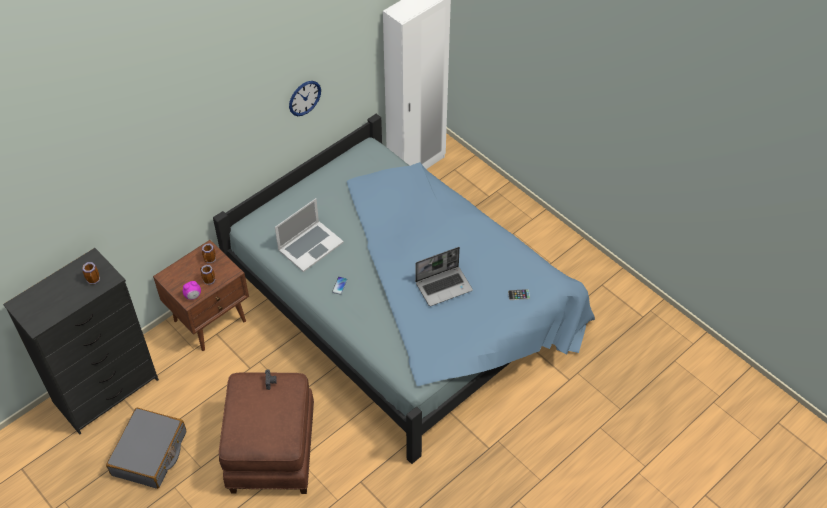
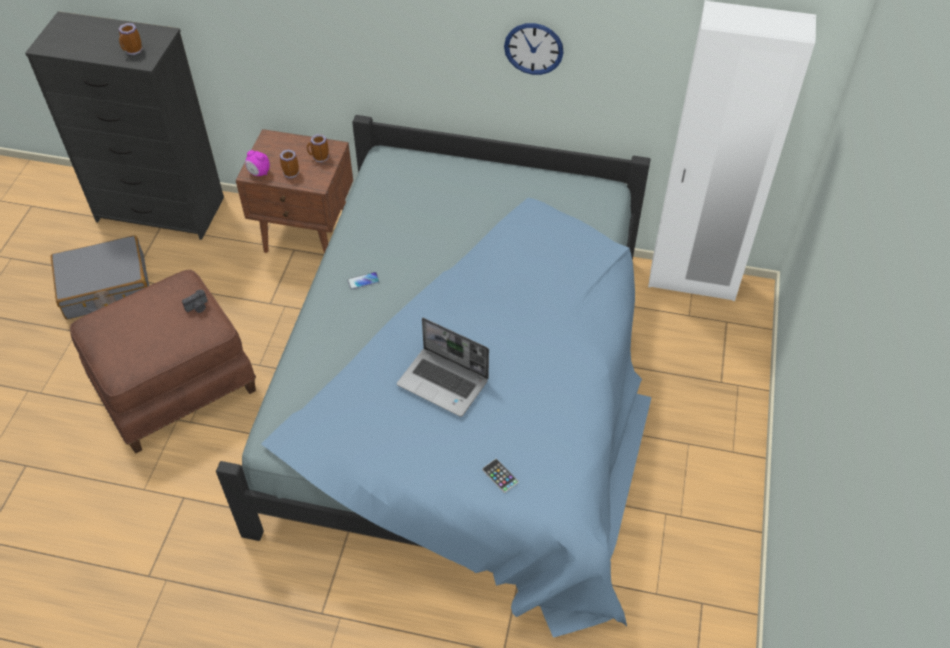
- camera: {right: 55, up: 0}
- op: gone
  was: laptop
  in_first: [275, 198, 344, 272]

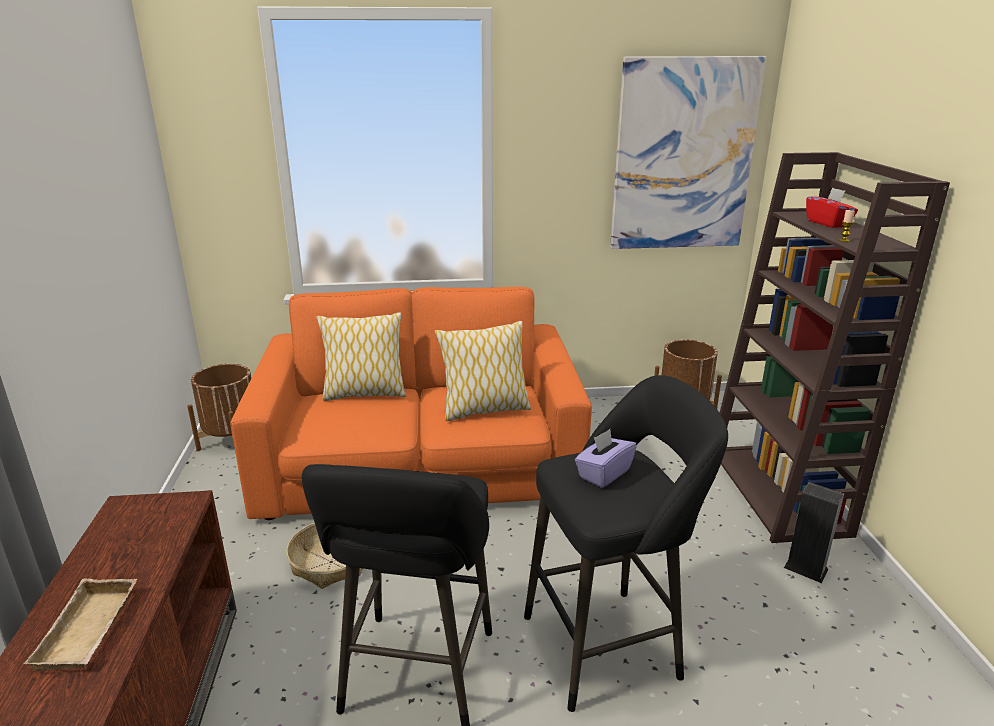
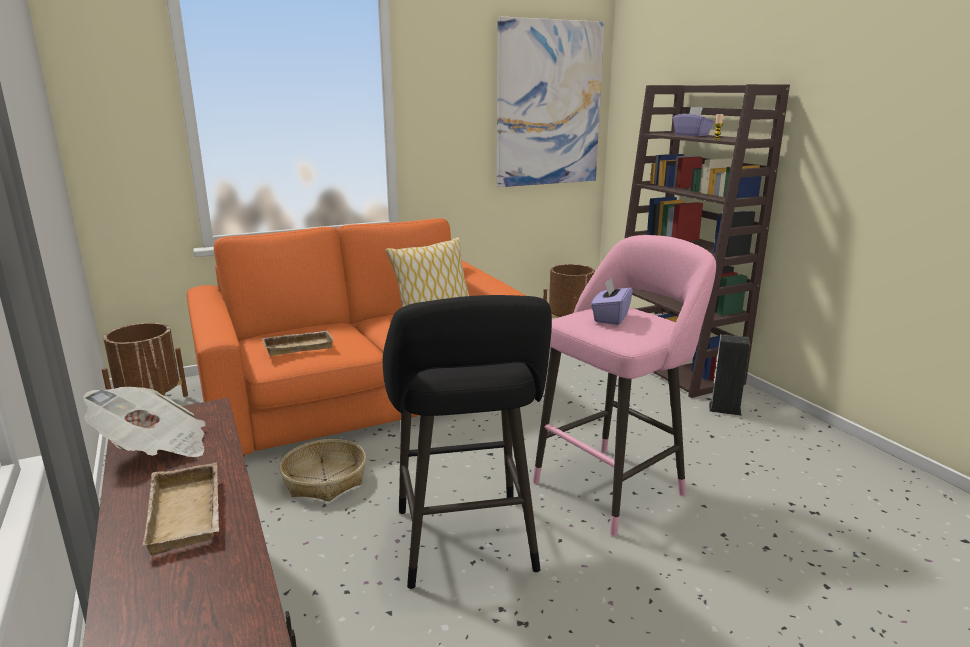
- camera: {right: -20, up: -5}
- op: gone
  was: cushion
  in_first: [316, 312, 406, 401]
- op: repainted
  was: sitting stool/blackish
  now: sitting stool/pink
  in_first: [524, 375, 728, 712]
  in_second: [533, 235, 716, 536]
- op: repainted
  was: box of tissues/reddish
  now: box of tissues/purple-coloured
  in_first: [806, 187, 858, 228]
  in_second: [673, 107, 714, 136]
- op: new
  now: daily paper
  in_second: [83, 387, 206, 457]
- op: new
  now: tray/beige
  in_second: [262, 331, 334, 356]

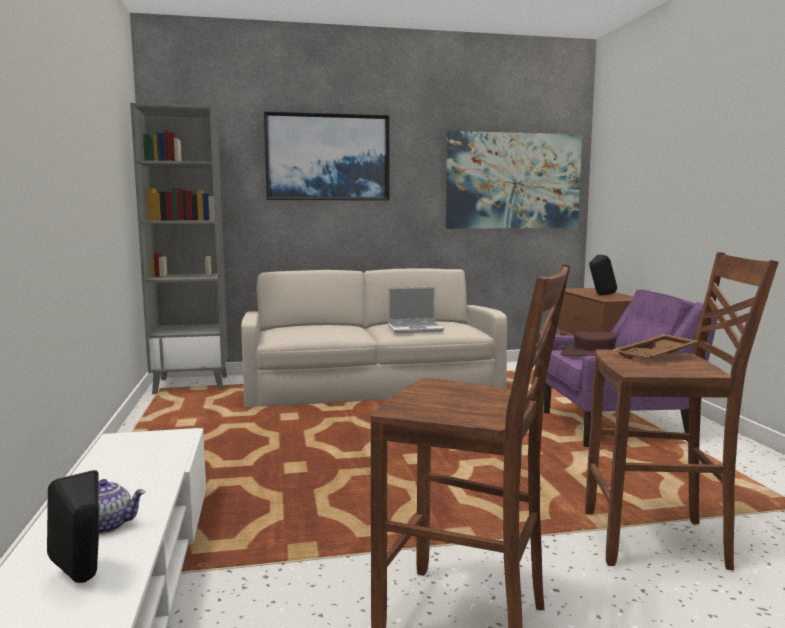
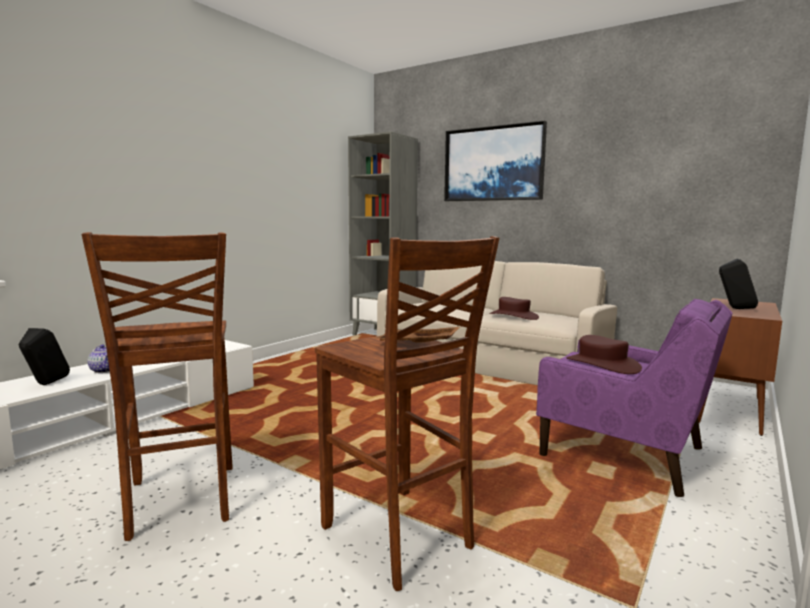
- camera: {right: 45, up: 0}
- op: swapped
  was: laptop
  now: clothing hat/brown
  in_first: [388, 287, 444, 333]
  in_second: [489, 297, 539, 320]
- op: gone
  was: wall art
  in_first: [446, 131, 582, 229]

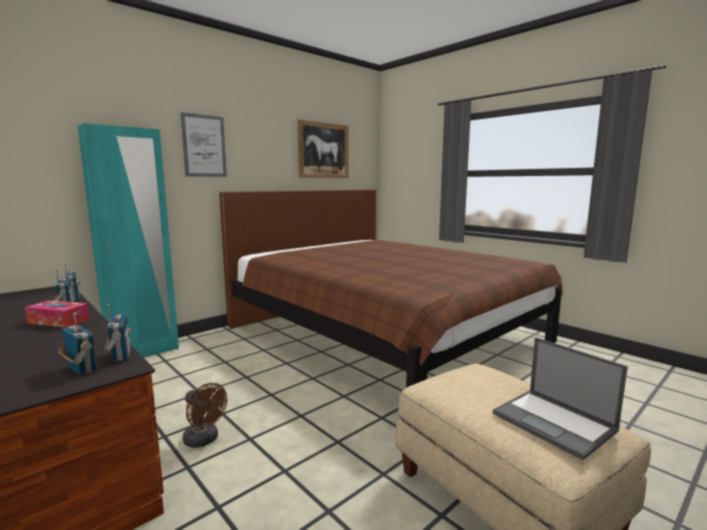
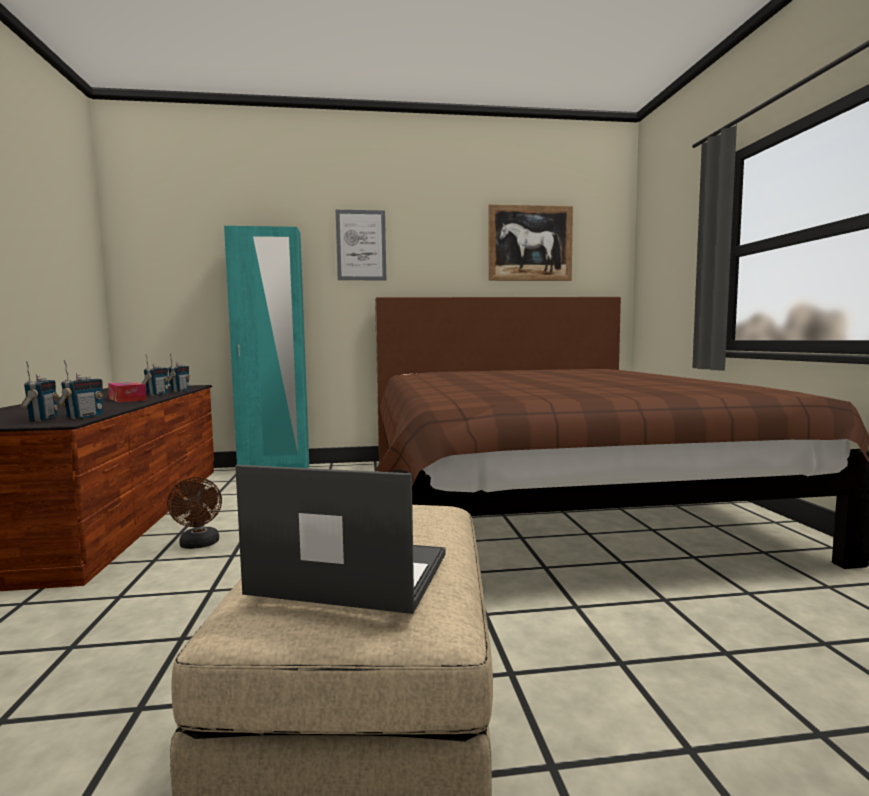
- camera: {right: 35, up: -5}
- op: rotated
  was: laptop
  in_first: [493, 337, 628, 460]
  in_second: [235, 465, 445, 614]
  clockwise: 105

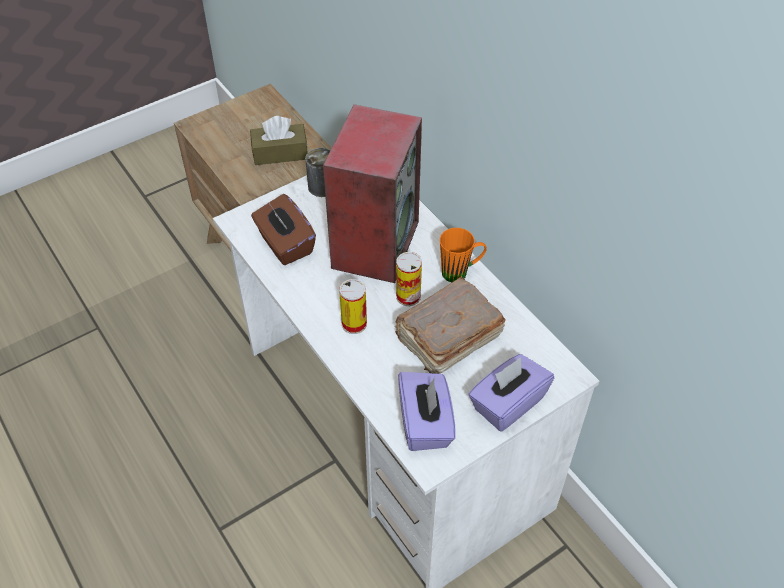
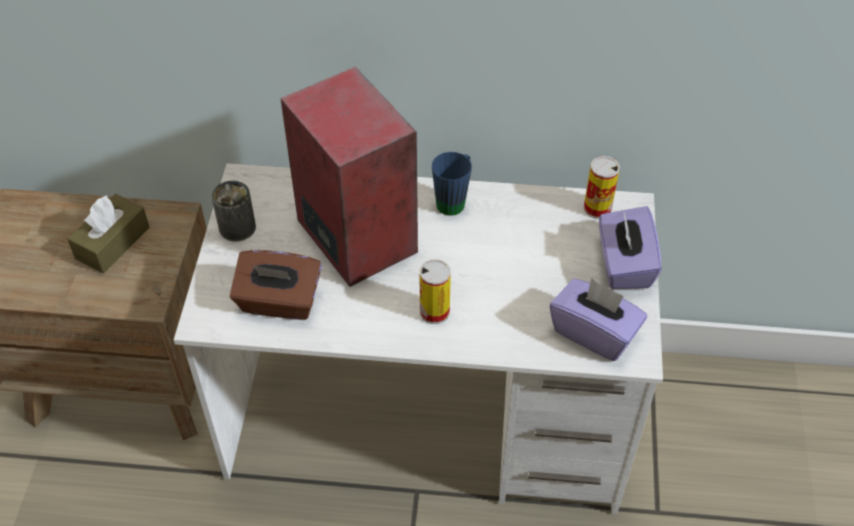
- camera: {right: -50, up: 0}
- op: gone
  was: book/brown
  in_first: [394, 277, 505, 374]
- op: shifted
  was: metal can
  in_first: [396, 252, 422, 306]
  in_second: [584, 156, 620, 219]
- op: repainted
  was: tea mug/orange-coloured
  now: tea mug/blue
  in_first: [440, 228, 487, 282]
  in_second: [432, 152, 472, 216]

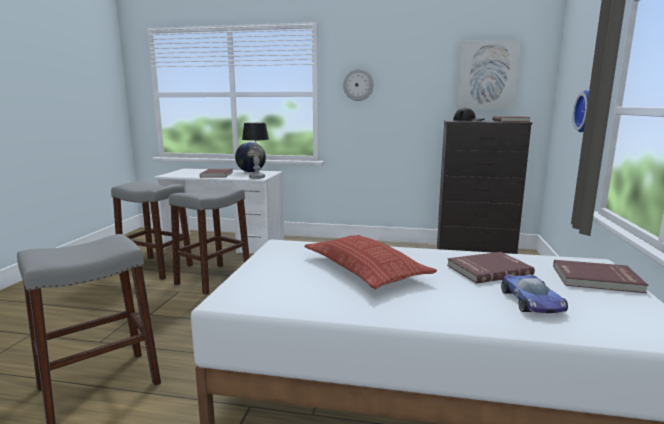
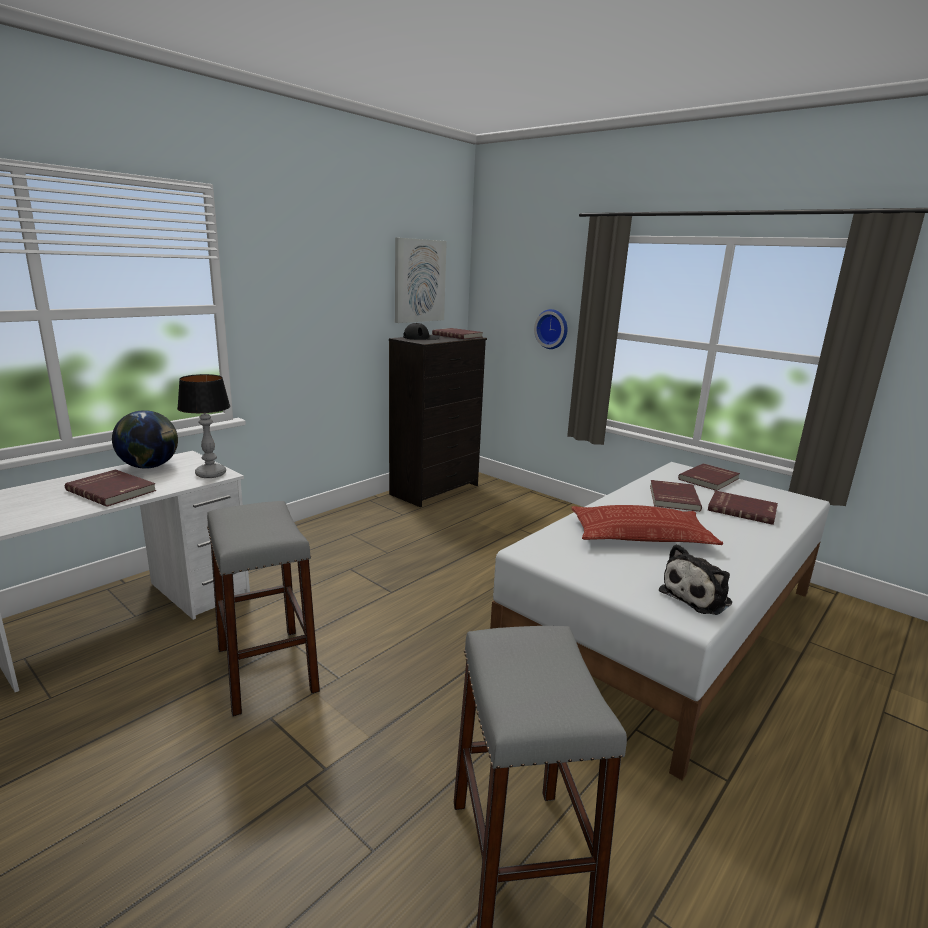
- camera: {right: -60, up: 5}
- op: gone
  was: sitting stool/greyish
  in_first: [111, 181, 193, 280]
- op: gone
  was: wall clock
  in_first: [343, 69, 374, 101]
- op: swapped
  was: model car
  now: book/reddish
  in_first: [501, 274, 568, 313]
  in_second: [708, 491, 778, 525]
- op: new
  now: soft toy
  in_second: [659, 544, 732, 615]

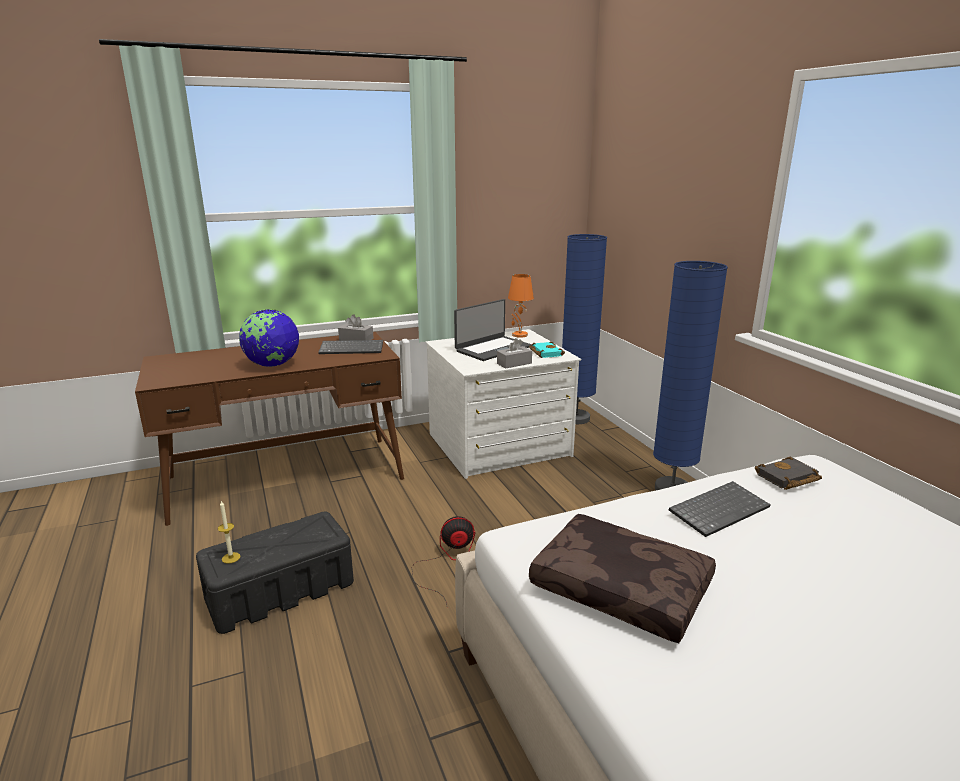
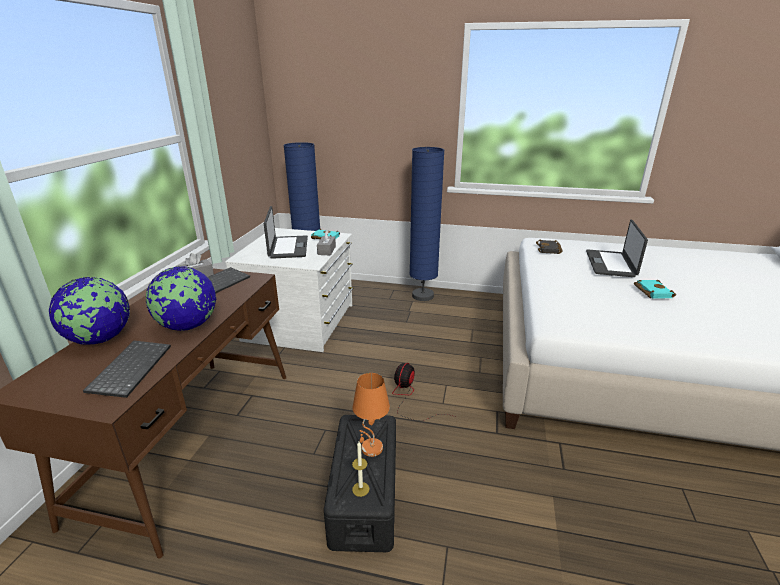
- camera: {right: -55, up: 5}
- op: shifted
  was: tabletop lamp/orange-coloured
  in_first: [508, 274, 534, 338]
  in_second: [353, 373, 390, 457]
- op: gone
  was: cushion/brown
  in_first: [529, 514, 716, 643]
- op: shifted
  was: PC keyboard
  in_first: [669, 481, 771, 537]
  in_second: [83, 341, 171, 398]
- op: new
  now: globe
  in_second: [49, 277, 130, 345]
- op: new
  now: laptop
  in_second: [586, 220, 648, 277]
- op: new
  now: book/blue-green
  in_second: [634, 280, 676, 299]

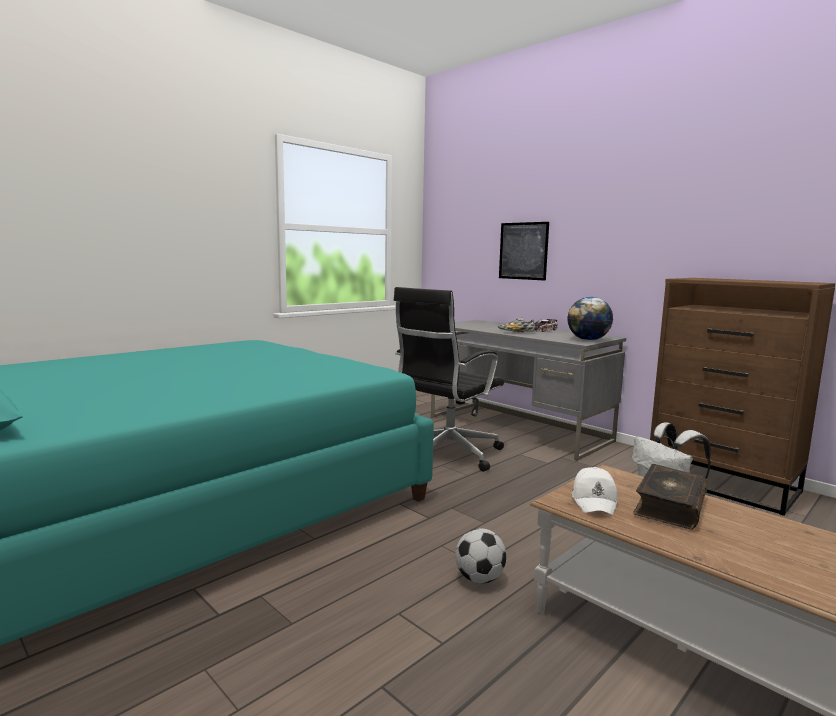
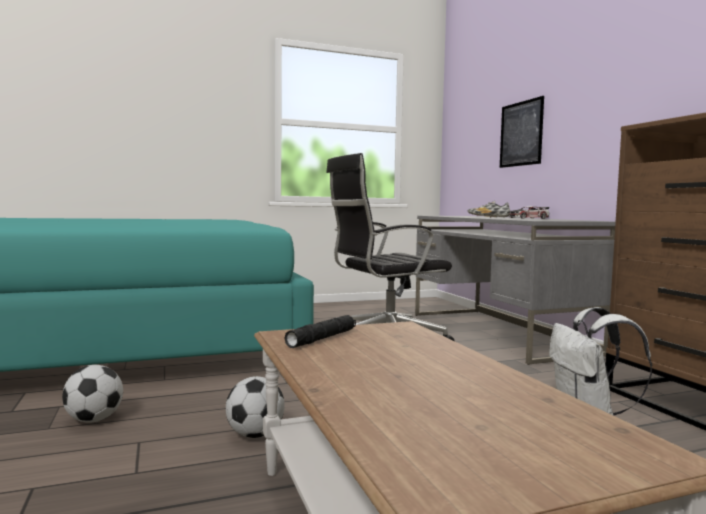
- camera: {right: 25, up: -5}
- op: gone
  was: globe
  in_first: [567, 297, 613, 340]
- op: swapped
  was: cap/white
  now: torch/blackish
  in_first: [572, 467, 618, 515]
  in_second: [284, 315, 356, 348]
- op: gone
  was: book
  in_first: [633, 464, 708, 530]
- op: new
  now: football
  in_second: [62, 365, 123, 423]

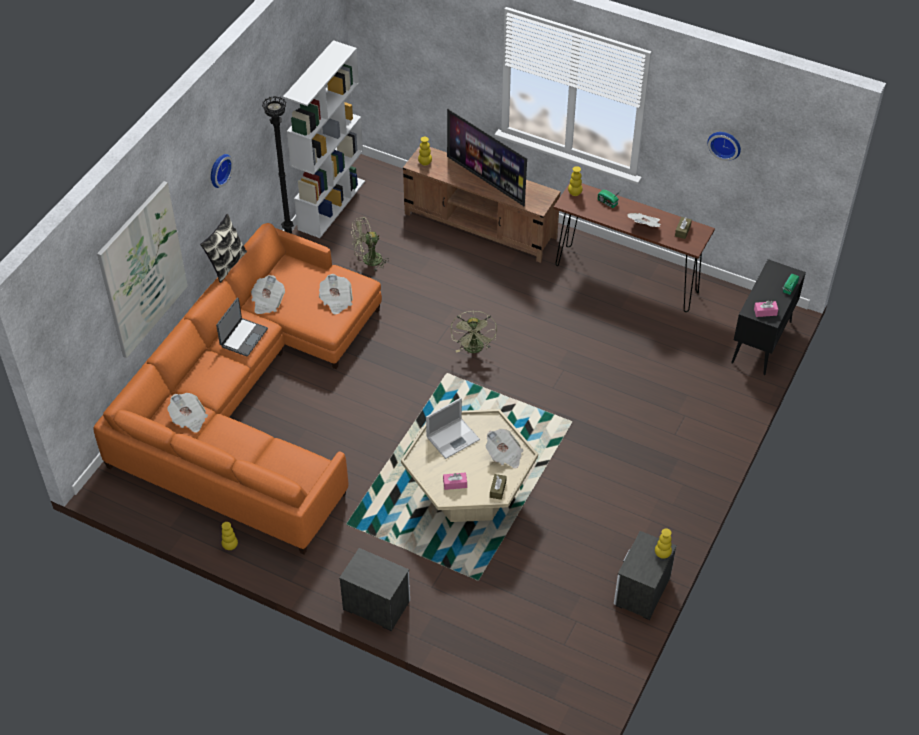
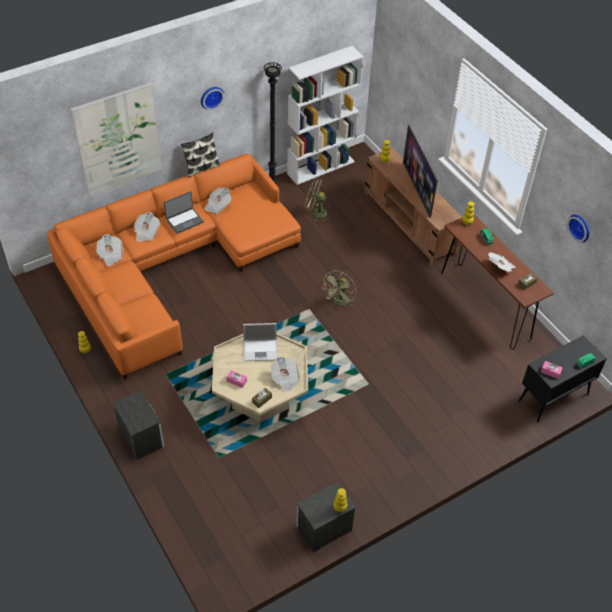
- camera: {right: 30, up: 0}
- op: shifted
  was: daily paper
  in_first: [319, 274, 353, 315]
  in_second: [134, 212, 160, 242]

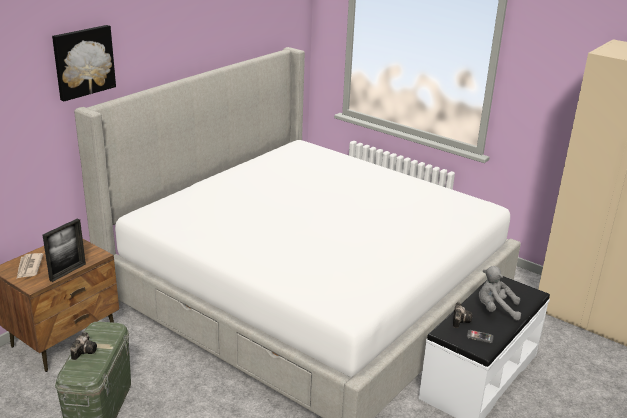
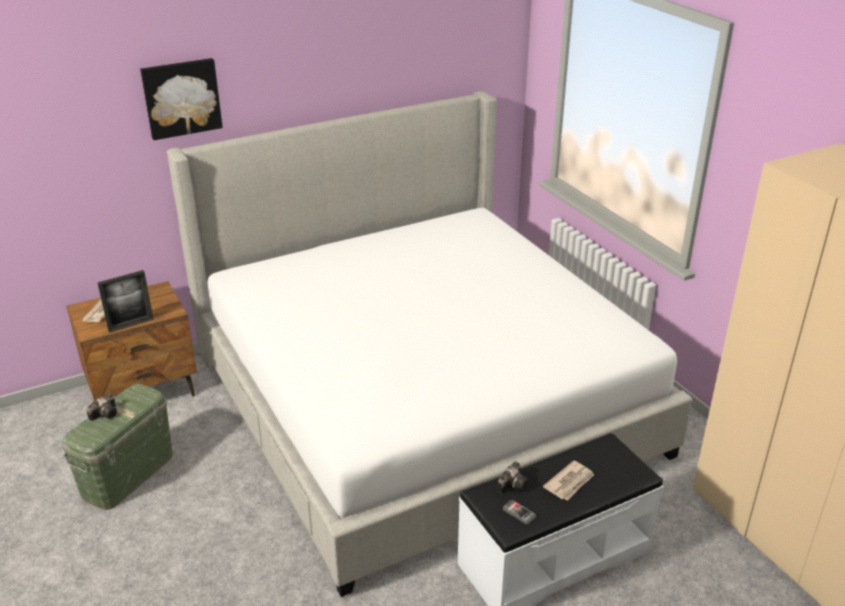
- camera: {right: 25, up: 5}
- op: swapped
  was: soft toy/greyish
  now: daily paper
  in_first: [479, 266, 521, 320]
  in_second: [543, 460, 594, 501]

